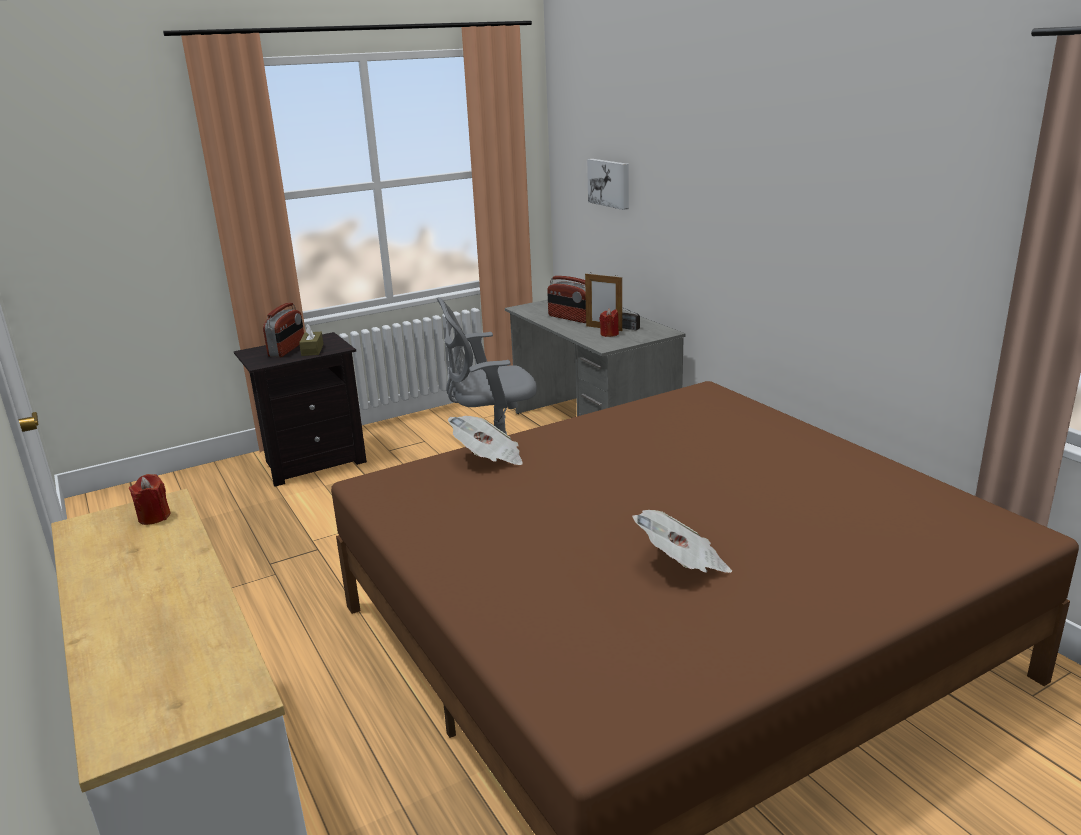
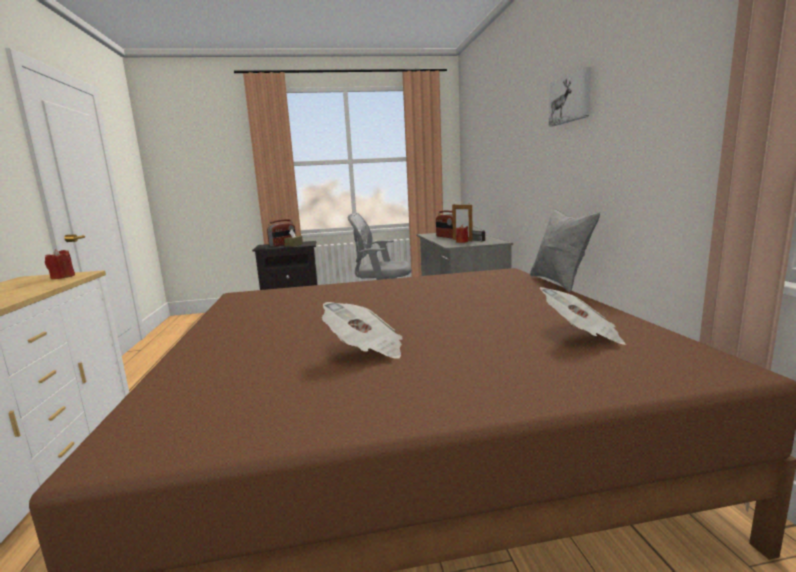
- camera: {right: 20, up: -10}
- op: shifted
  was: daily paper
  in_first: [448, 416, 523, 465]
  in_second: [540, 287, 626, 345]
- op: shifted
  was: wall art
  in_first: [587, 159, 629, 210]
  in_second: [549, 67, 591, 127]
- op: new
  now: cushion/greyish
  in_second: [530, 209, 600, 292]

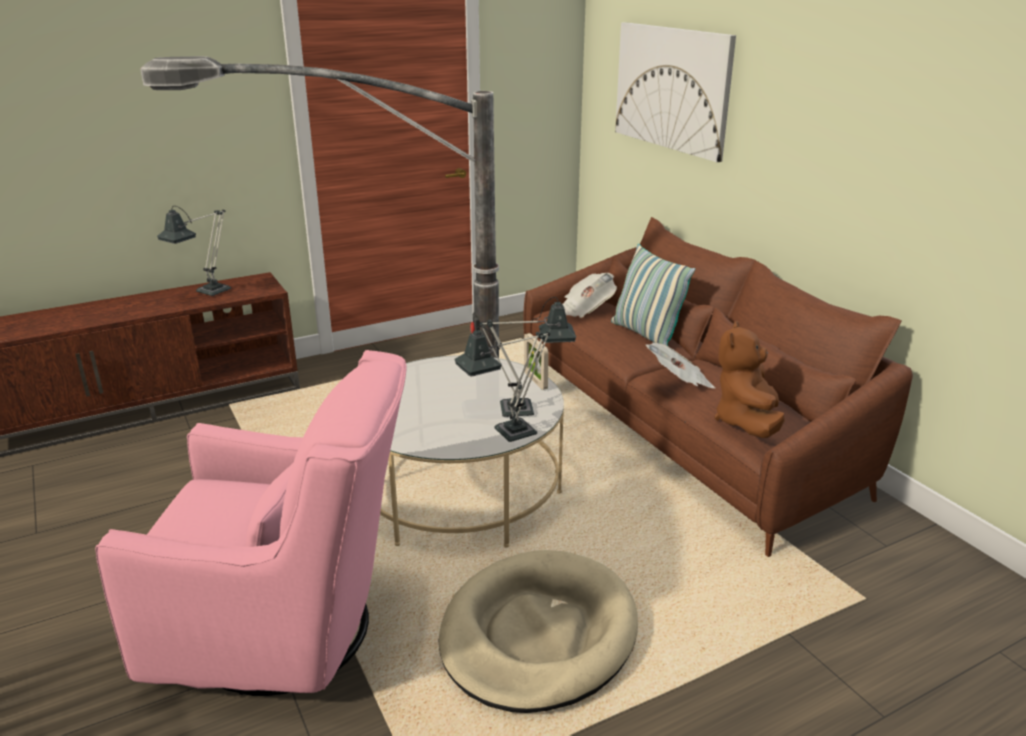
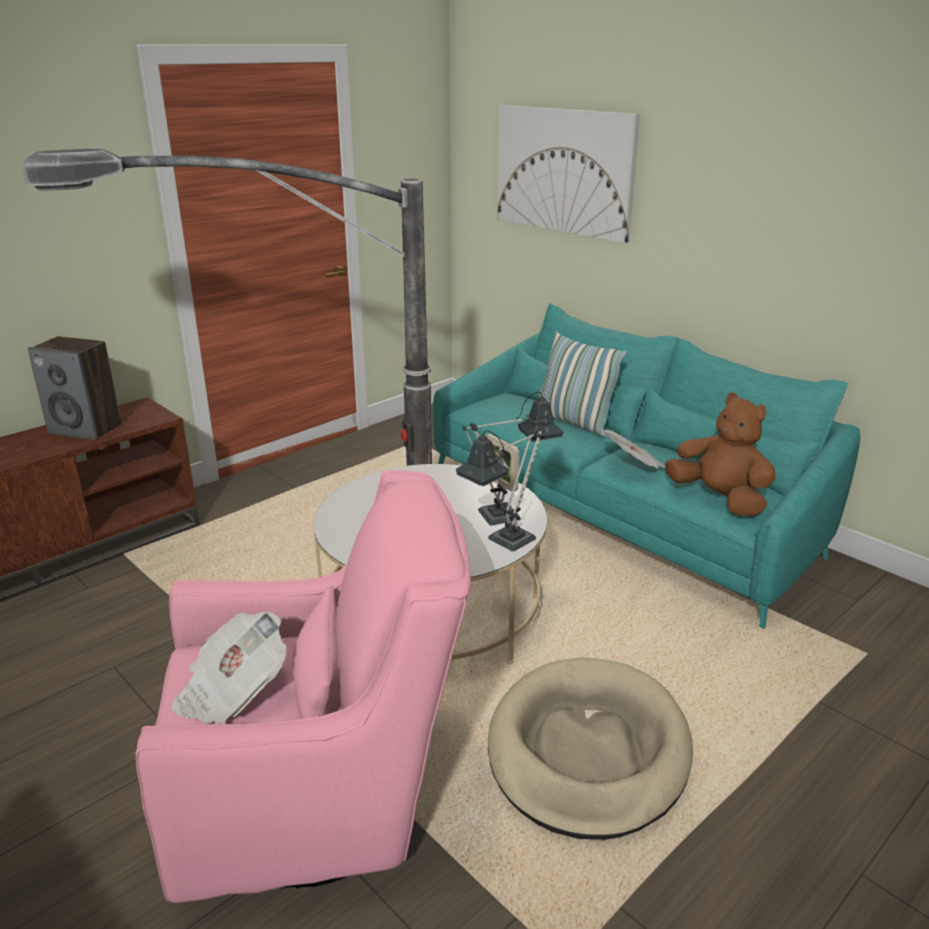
- camera: {right: -15, up: 0}
- op: swapped
  was: tabletop lamp
  now: speaker
  in_first: [157, 206, 231, 296]
  in_second: [28, 336, 121, 440]
- op: repainted
  was: sofa/brown
  now: sofa/blue-green
  in_first: [523, 217, 913, 557]
  in_second: [433, 304, 861, 629]
- op: shifted
  was: daily paper
  in_first: [562, 273, 617, 318]
  in_second: [171, 612, 287, 724]
- op: rotated
  was: soft toy/brown
  in_first: [714, 321, 785, 438]
  in_second: [665, 392, 776, 516]
  clockwise: 135

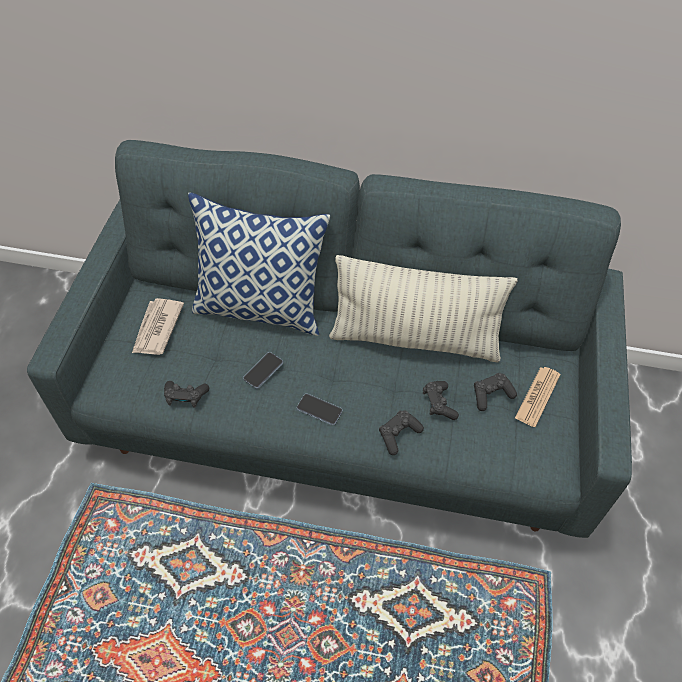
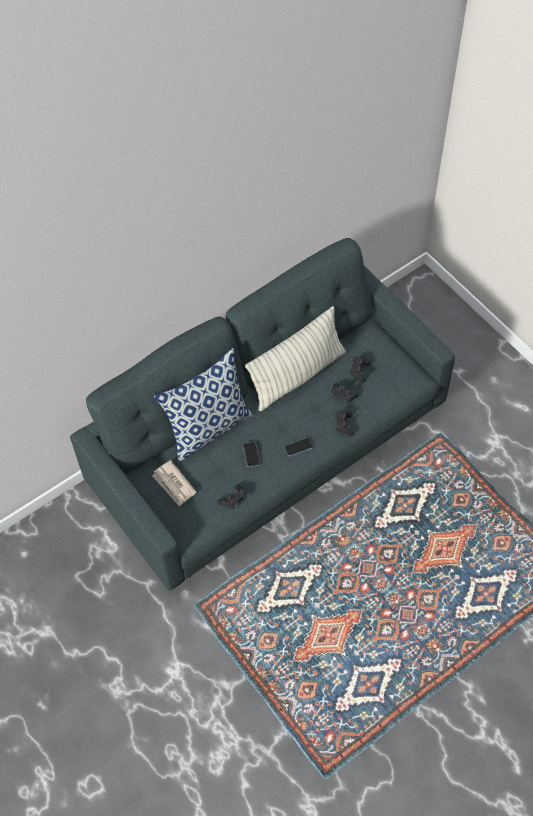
- camera: {right: -45, up: 5}
- op: gone
  was: daily paper
  in_first: [515, 367, 561, 427]

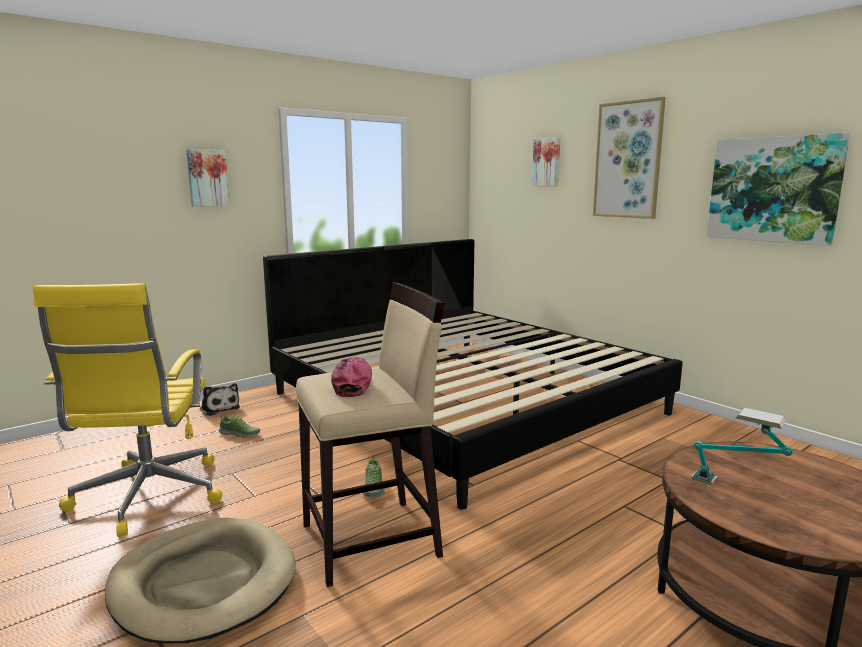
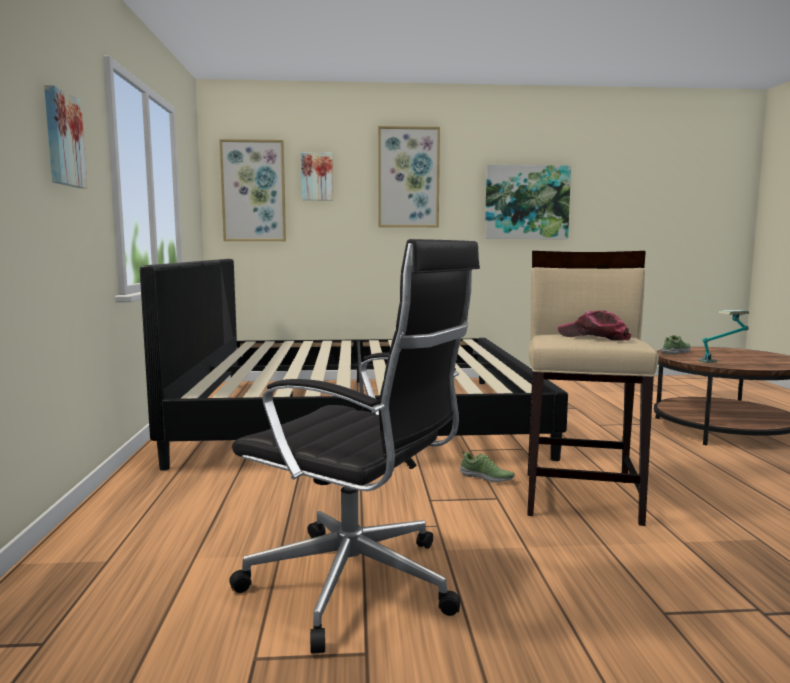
- camera: {right: -55, up: -5}
- op: repainted
  was: desk chair/yellowish
  now: desk chair/blackish
  in_first: [33, 283, 222, 537]
  in_second: [229, 239, 480, 654]
- op: gone
  was: pet bed/beige
  in_first: [105, 518, 296, 644]
- op: gone
  was: soft toy
  in_first: [200, 383, 240, 416]
- op: shifted
  was: shoe
  in_first: [219, 415, 260, 438]
  in_second: [661, 335, 691, 355]
- op: new
  now: wall art
  in_second: [219, 139, 286, 241]

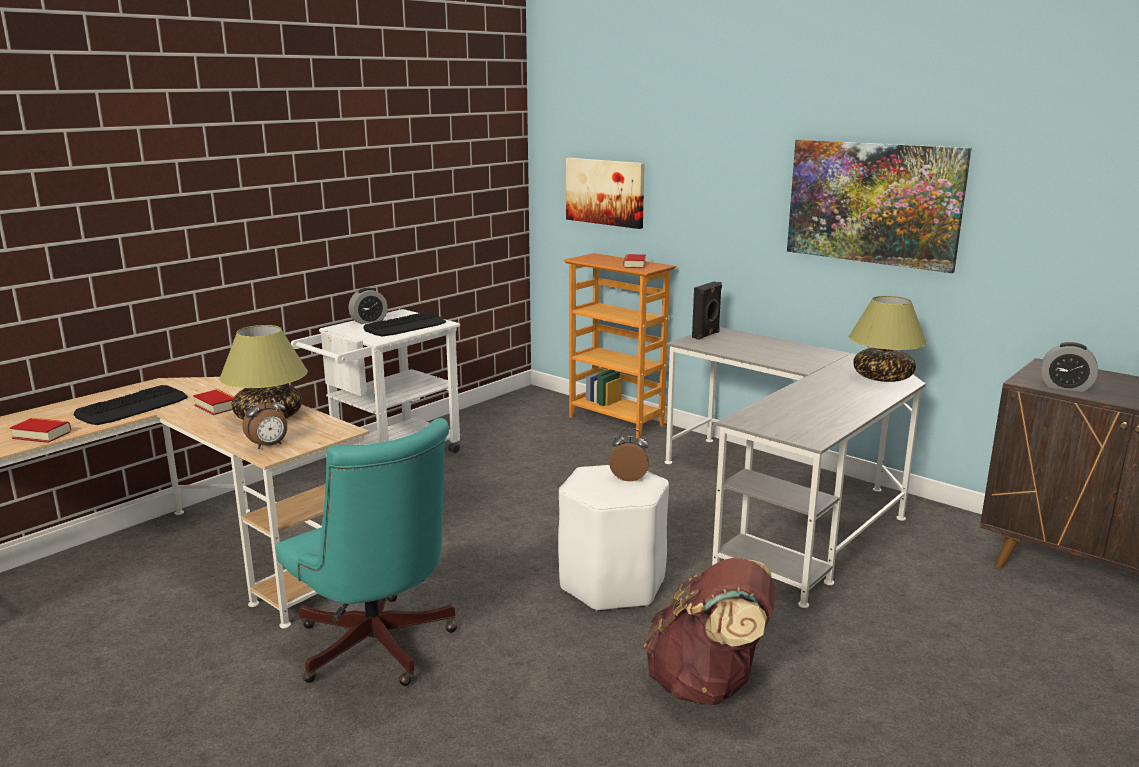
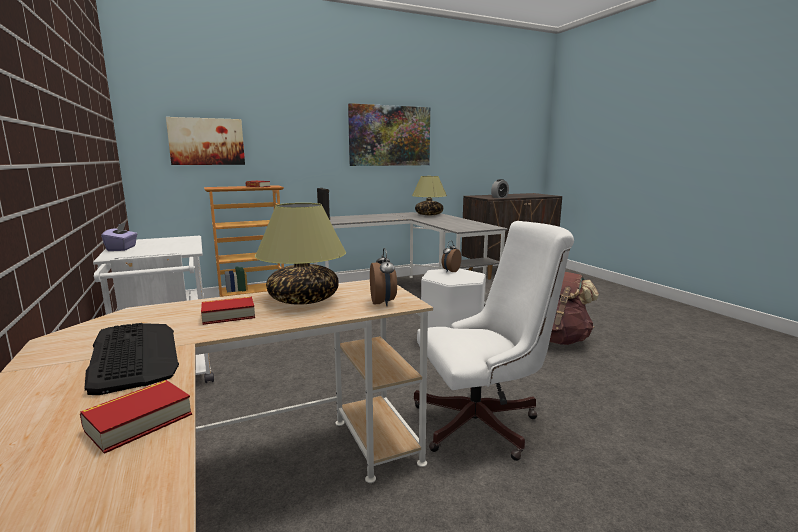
- camera: {right: -65, up: -5}
- op: repainted
  was: desk chair/blue-green
  now: desk chair/white
  in_first: [276, 418, 457, 686]
  in_second: [414, 221, 574, 461]
- op: swapped
  was: bedside clock
  now: box of tissues/purple-coloured
  in_first: [348, 288, 388, 324]
  in_second: [101, 222, 137, 251]
- op: gone
  was: PC keyboard
  in_first: [364, 312, 446, 336]

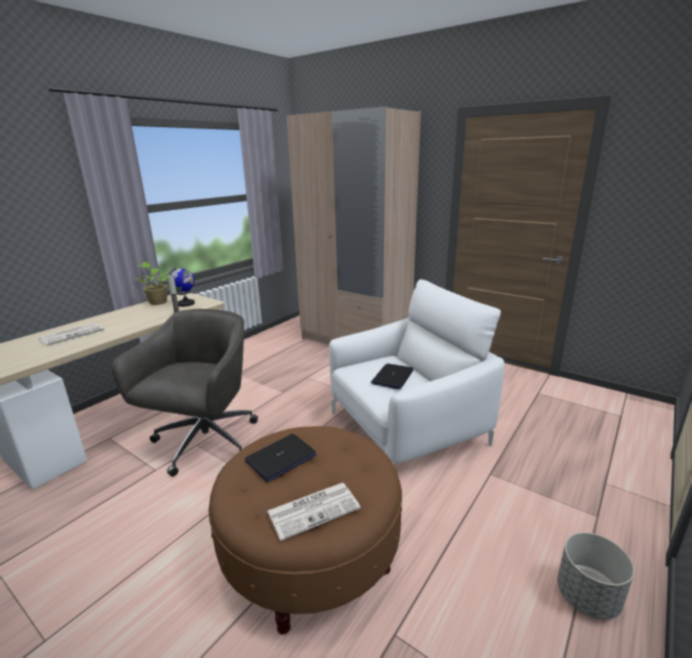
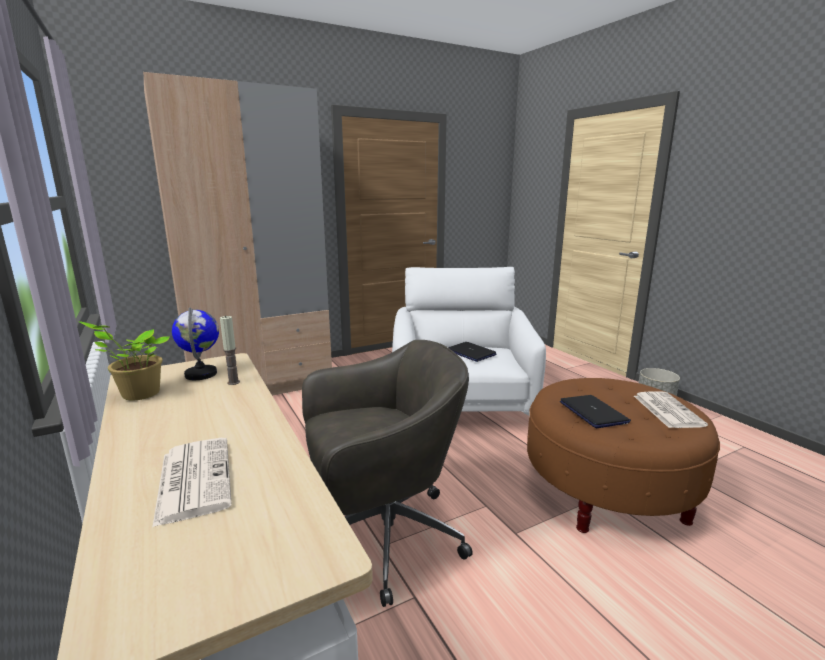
- camera: {right: -65, up: -5}
- op: rotated
  was: desk chair/greyish
  in_first: [112, 309, 258, 477]
  in_second: [302, 340, 473, 607]
  clockwise: 120

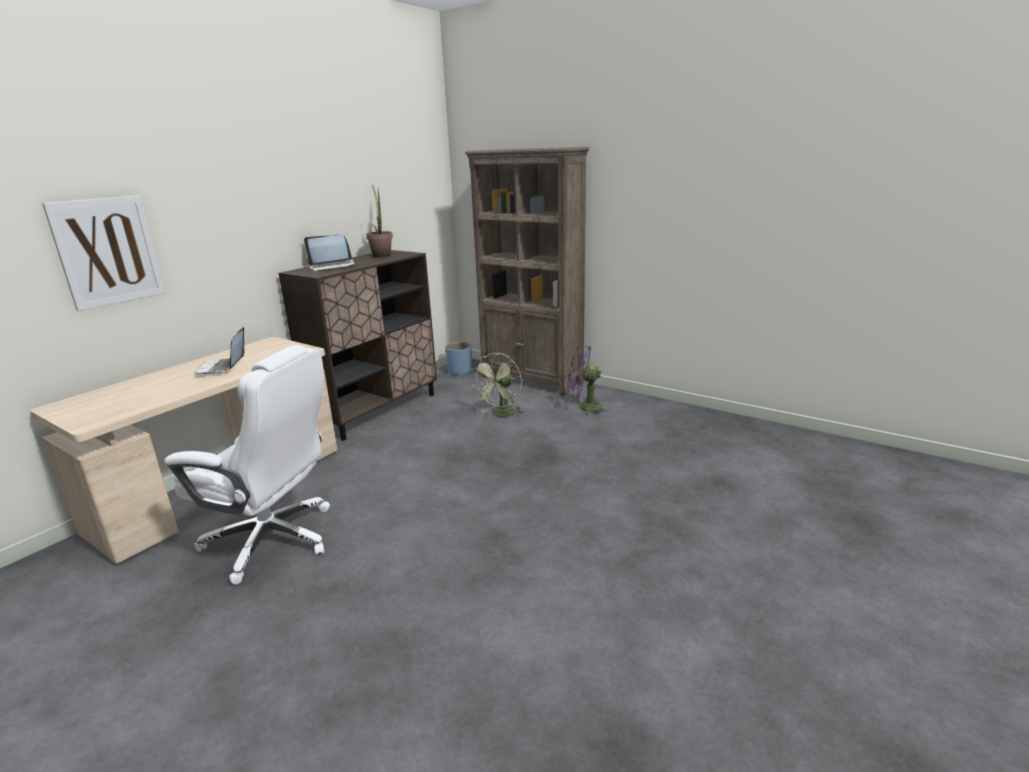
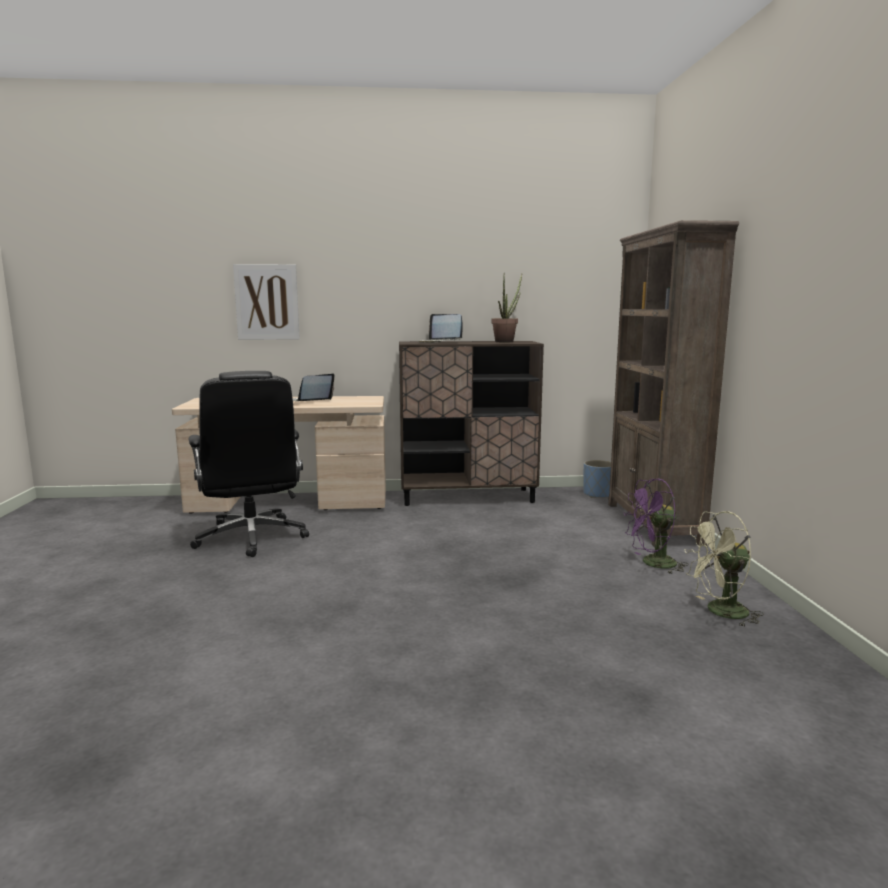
- camera: {right: 50, up: -10}
- op: repainted
  was: desk chair/white
  now: desk chair/blackish
  in_first: [164, 345, 330, 585]
  in_second: [188, 371, 309, 557]
- op: shifted
  was: electric fan/greenish
  in_first: [472, 353, 523, 418]
  in_second: [684, 511, 764, 627]
- op: rotated
  was: electric fan/purple-coloured
  in_first: [567, 345, 609, 415]
  in_second: [624, 479, 689, 574]
  clockwise: -75

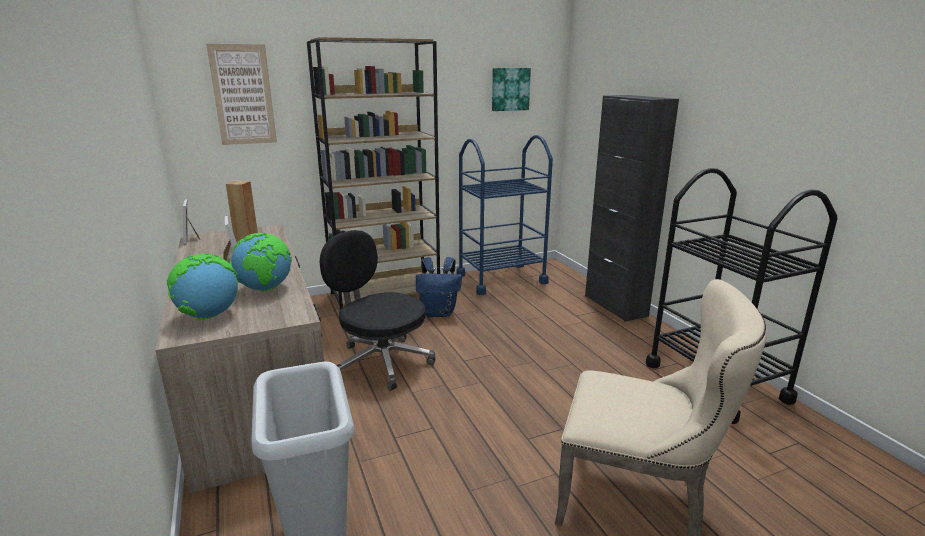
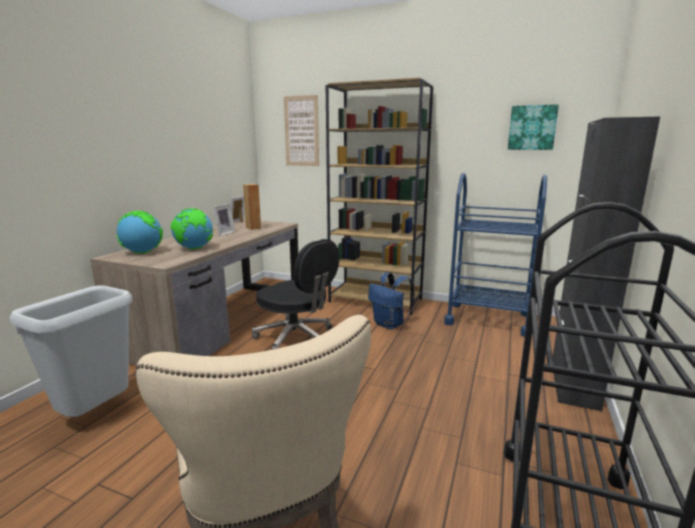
- camera: {right: 45, up: -5}
- op: rotated
  was: desk chair/blackish
  in_first: [320, 230, 435, 391]
  in_second: [252, 239, 339, 349]
  clockwise: 135

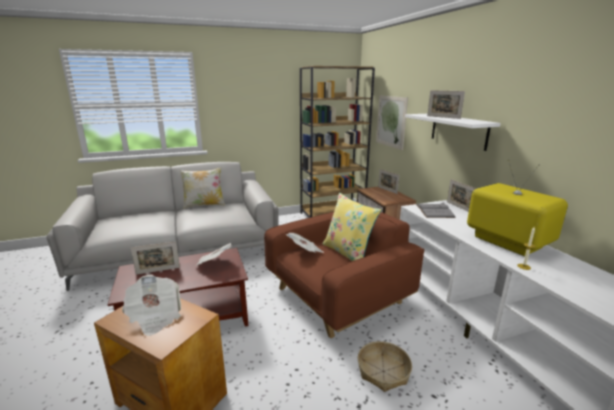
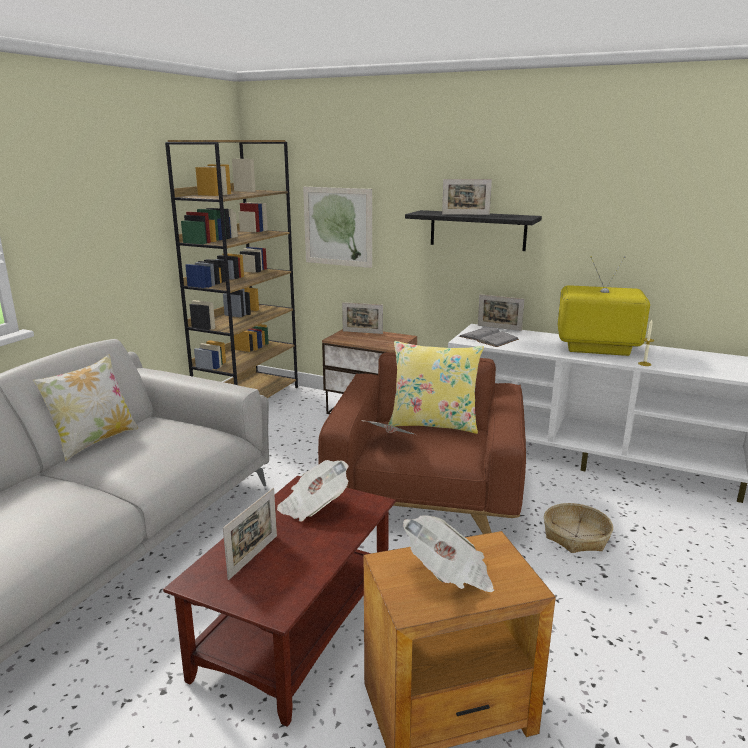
- camera: {right: -45, up: 0}
- op: repainted
  was: wall shelf/white
  now: wall shelf/blackish
  in_first: [405, 114, 501, 151]
  in_second: [405, 210, 542, 251]

